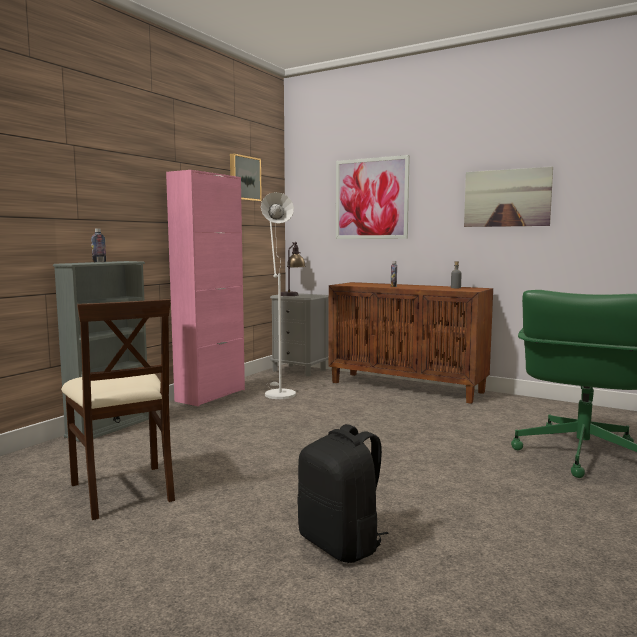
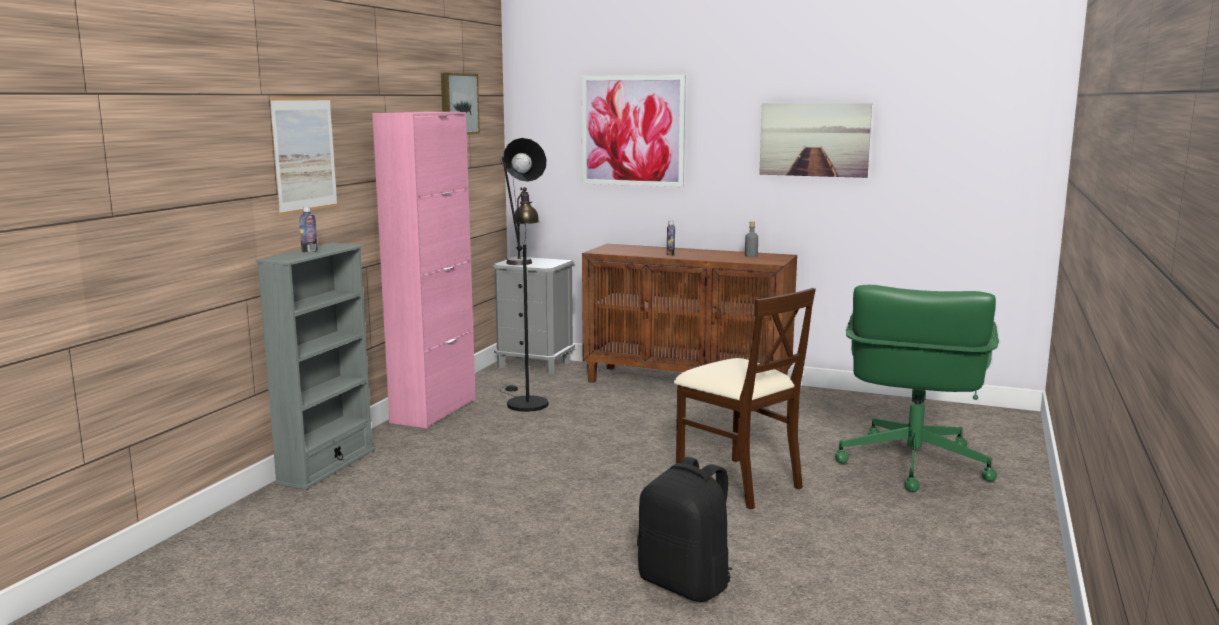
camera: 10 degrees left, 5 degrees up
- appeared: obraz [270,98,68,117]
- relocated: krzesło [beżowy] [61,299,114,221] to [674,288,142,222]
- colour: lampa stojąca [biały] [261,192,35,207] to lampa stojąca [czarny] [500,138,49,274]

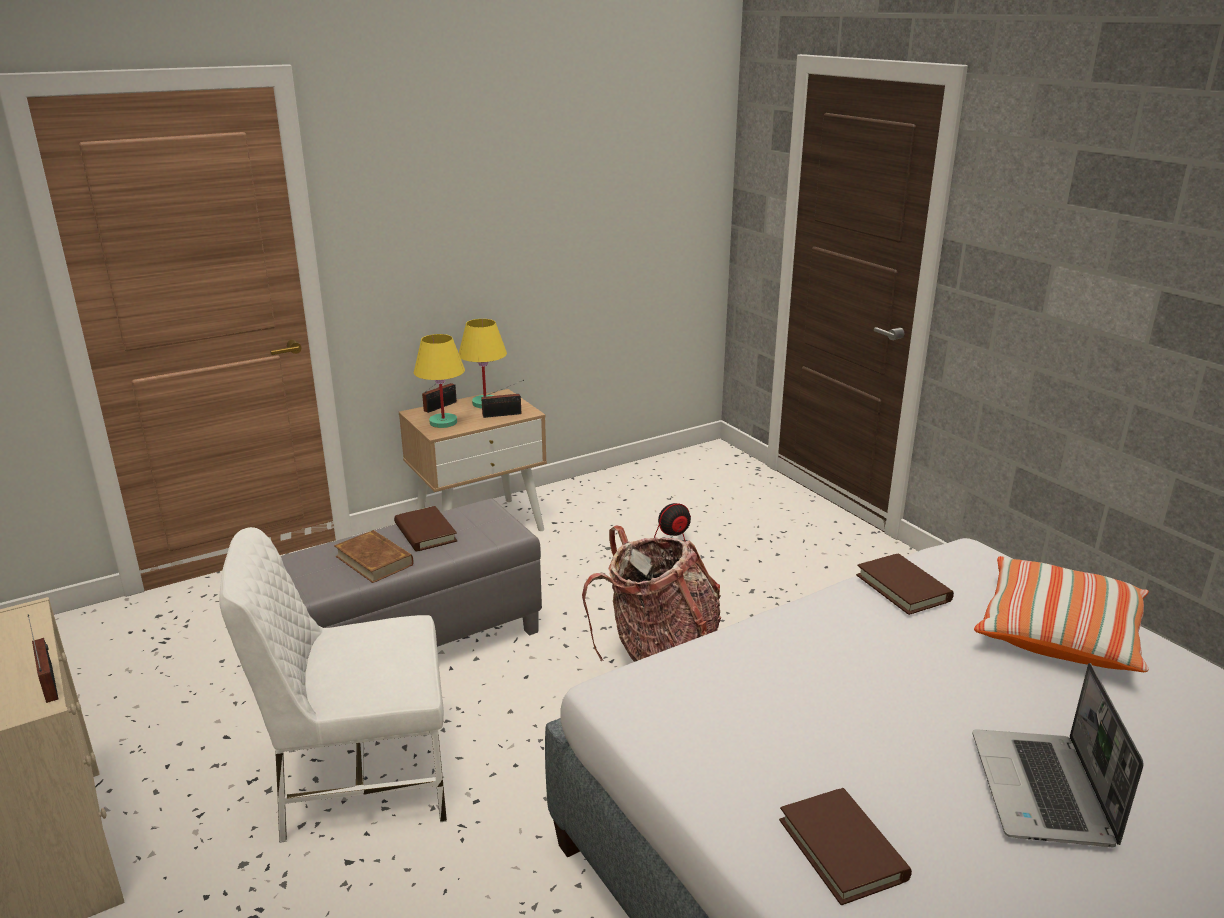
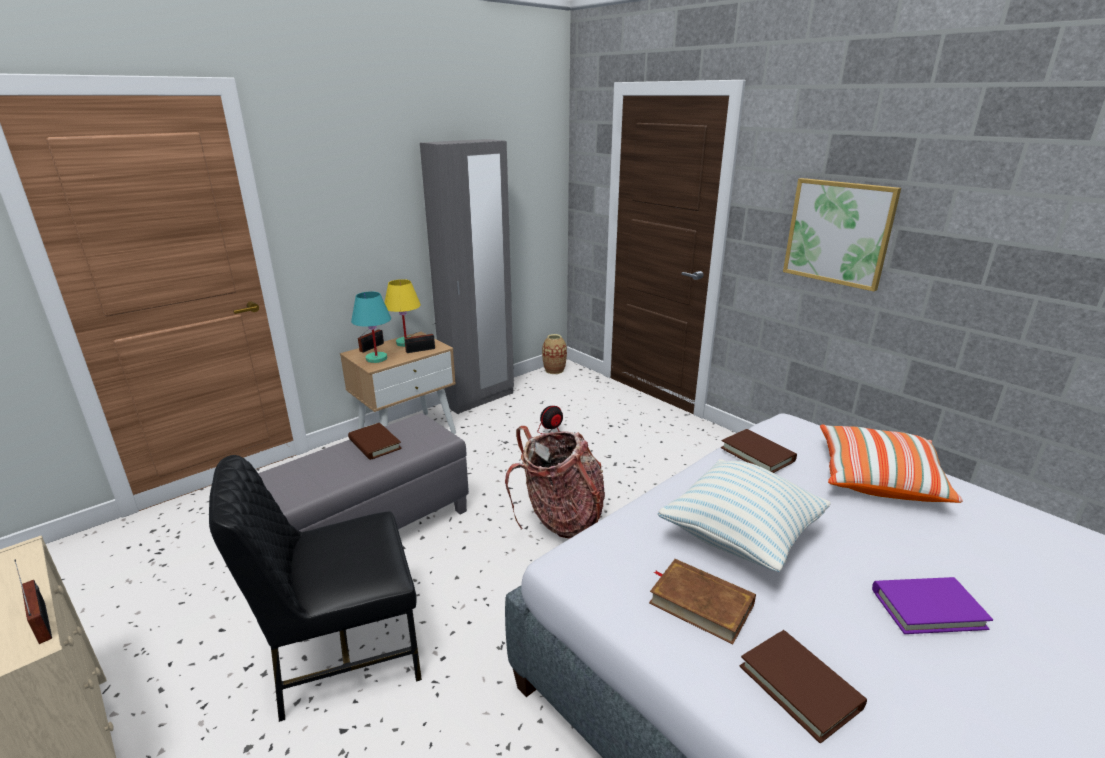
camera: 10 degrees left, 0 degrees up
- appeared: szafa [szary] [420,139,94,275]
- appeared: wazon [542,334,25,40]
- appeared: poduszka [658,459,173,113]
- appeared: obraz [783,178,118,113]
- relocated: książka [brązowy] [334,530,79,53] to [649,559,107,85]
- exchanged: laptop [972,663,171,184] to książka [fioletowy] [872,577,121,57]
- colour: krzesło [biały] [219,527,228,316] to krzesło [czarny] [209,455,213,267]
- colour: lampa stołowa [żółty] [414,334,51,94] to lampa stołowa [turkusowy] [351,292,40,71]

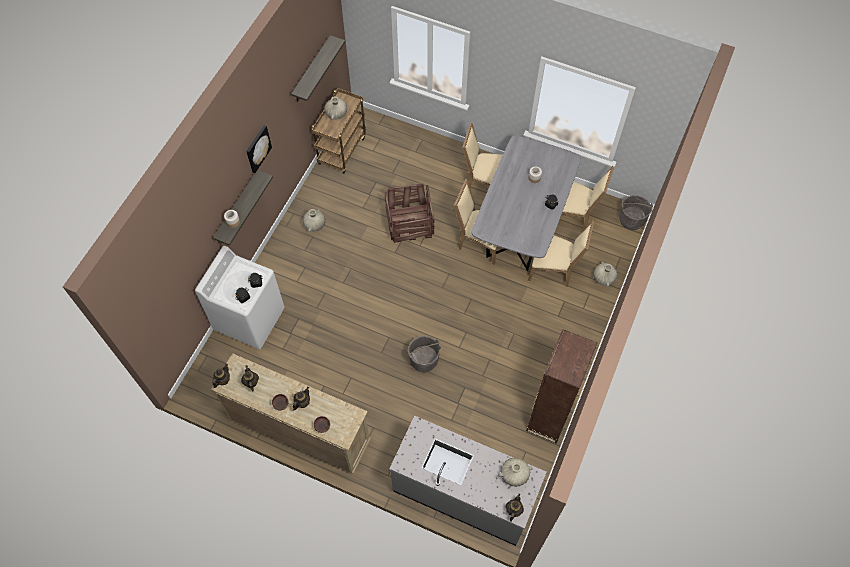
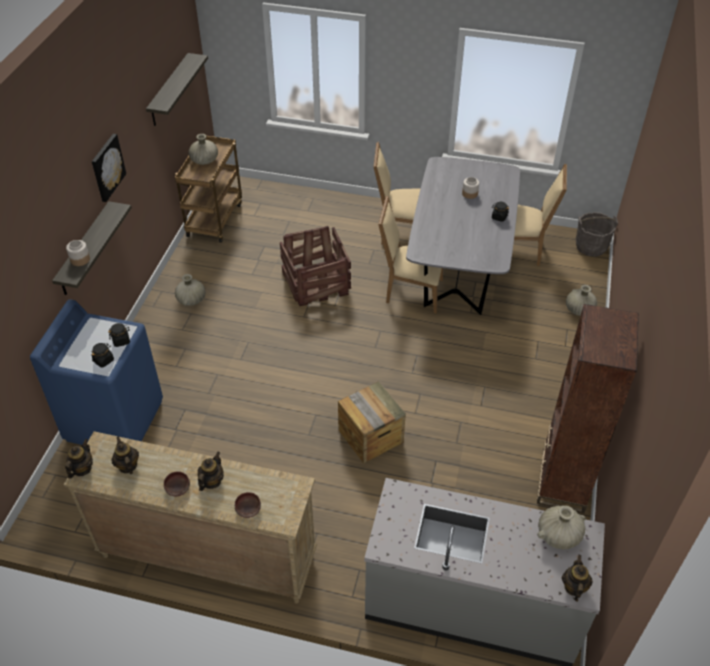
camera: 10 degrees left, 15 degrees down
- missing: krzesło [beżowy] [528,220,67,67]
- exchanged: wiadro [szary] [408,336,33,37] to skrzynka [338,381,68,82]
- colour: pralka [biały] [195,246,90,103] to pralka [niebieski] [30,299,133,146]

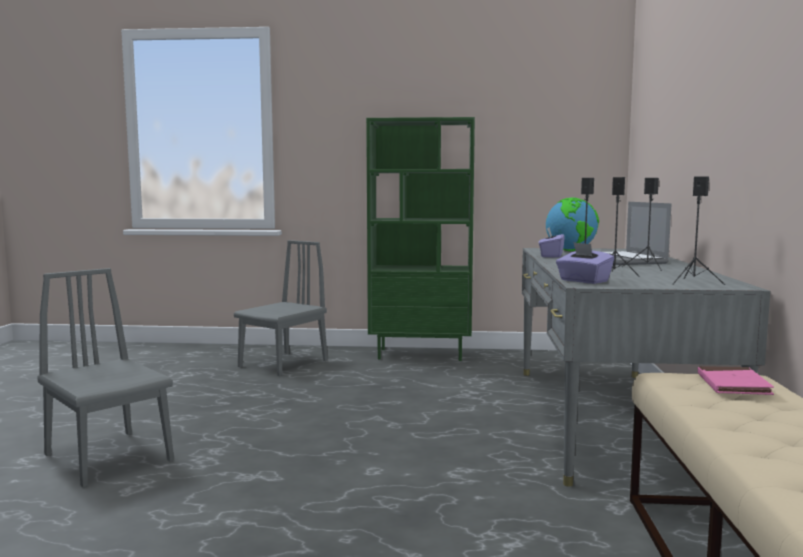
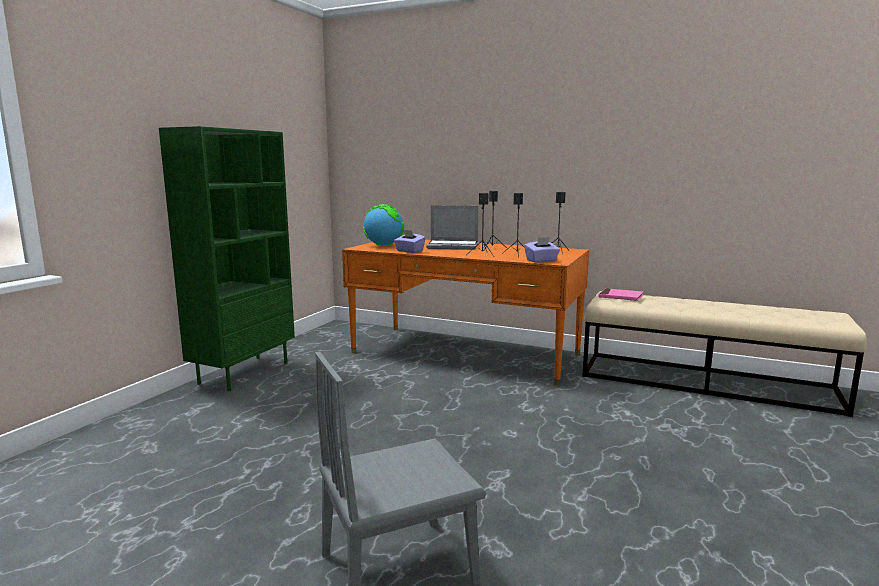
camera: 70 degrees left, 5 degrees up
- missing: krzesło [szary] [234,240,94,136]
- colour: biurko [szary] [522,248,249,238] to biurko [pomarańczowy] [342,240,247,146]

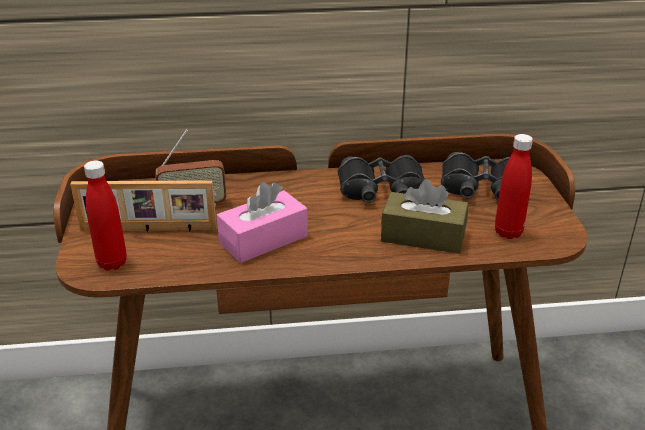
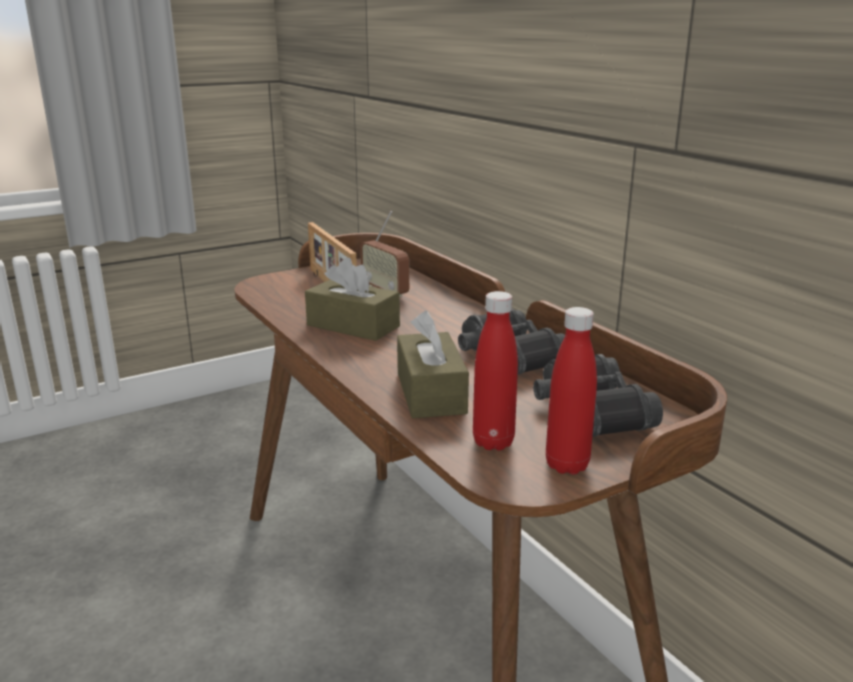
camera: 65 degrees right, 10 degrees down
- relocated: butelka [czerwony] [84,161,43,110] to [546,307,51,168]
- colour: pudełko chusteczek [różowy] [217,182,91,81] to pudełko chusteczek [brązowy] [305,257,95,84]

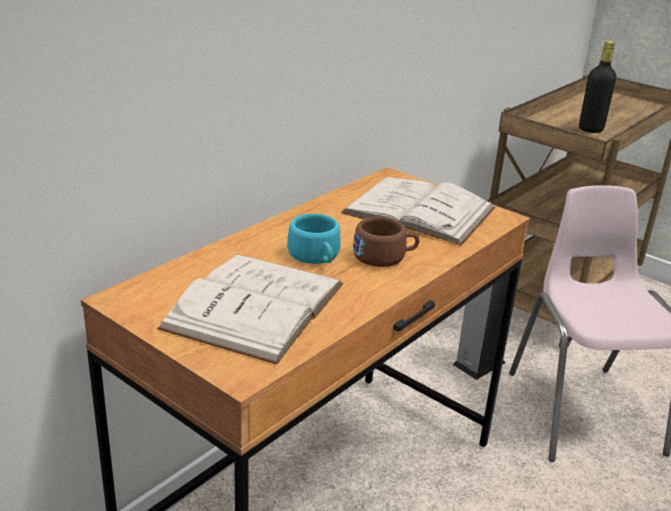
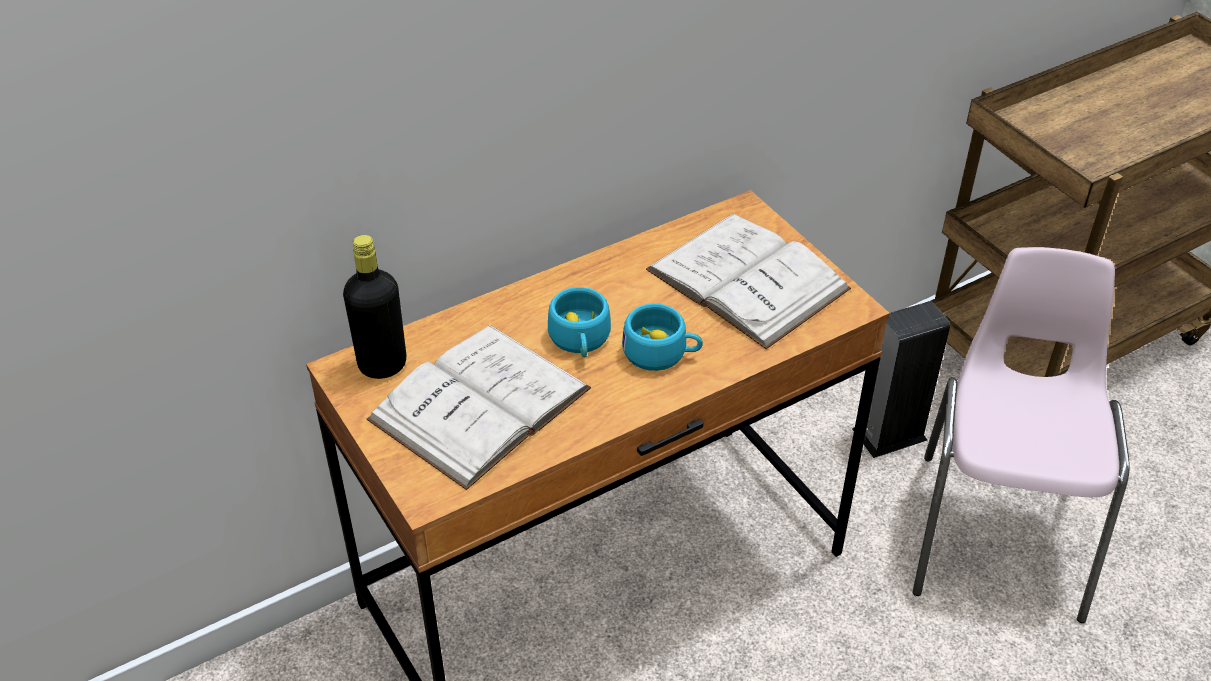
camera: 20 degrees right, 15 degrees up
- relocated: butelka [czarny] [579,41,38,92] to [343,235,63,144]
- colour: filiżanka [brązowy] [353,216,67,51] to filiżanka [turkusowy] [622,303,81,68]

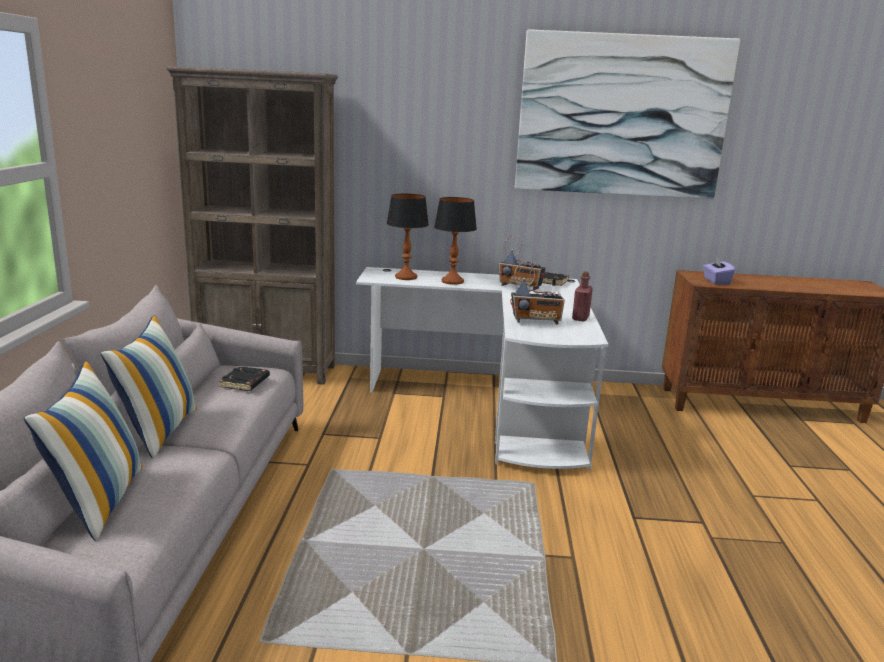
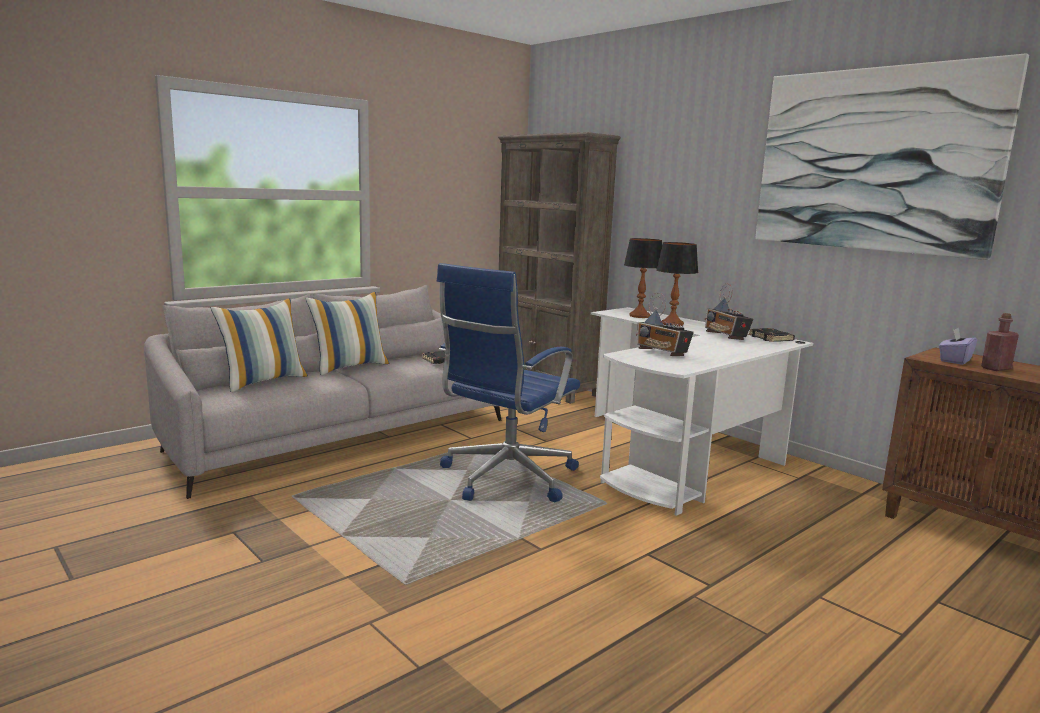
camera: 45 degrees right, 5 degrees down
- appeared: krzesło biurowe [niebieski] [437,263,143,239]
- relocated: butelka [czerwony] [572,272,21,50] to [981,313,38,58]

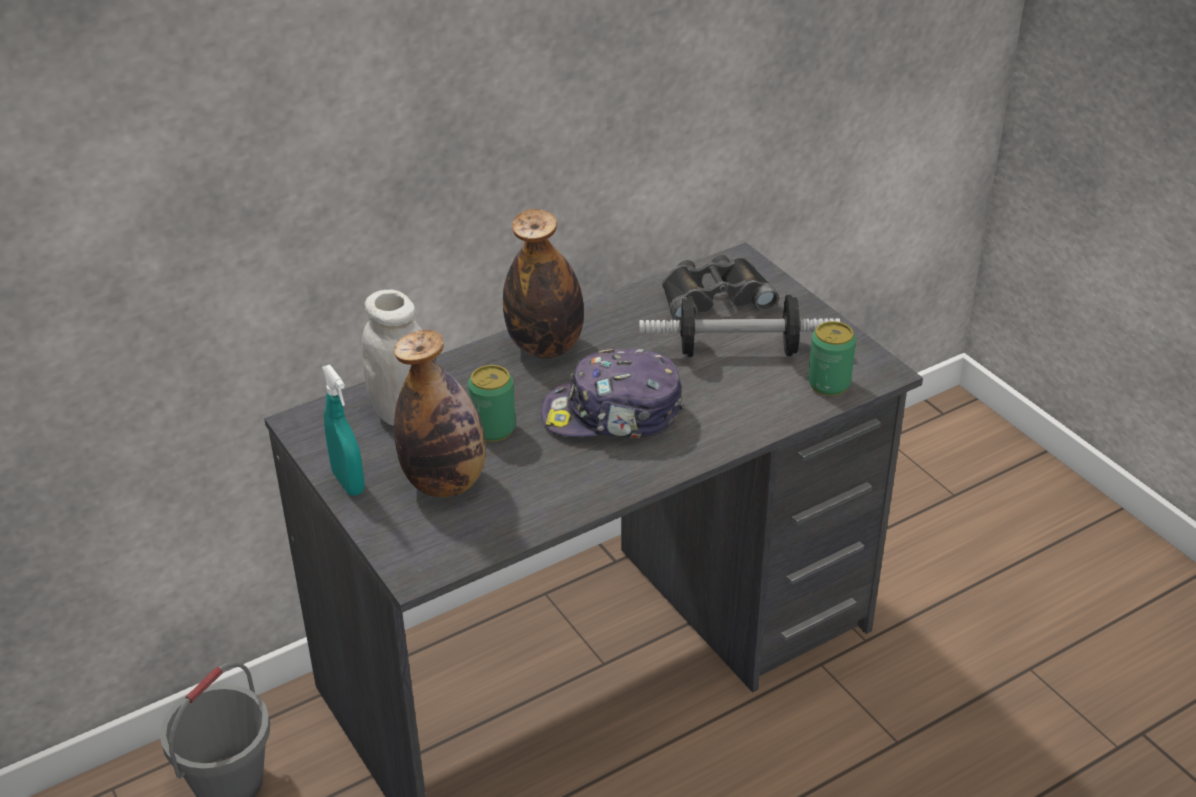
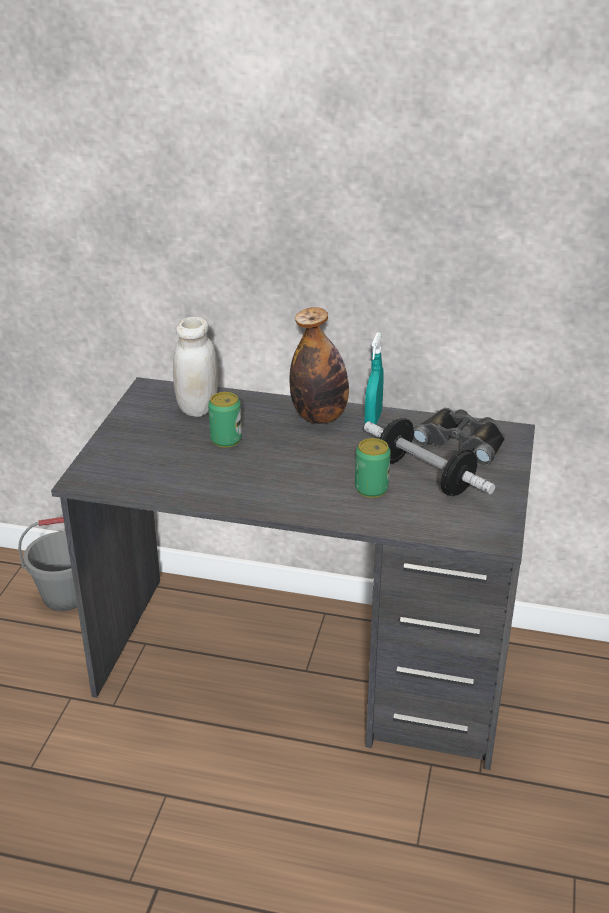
camera: 45 degrees right, 5 degrees down
- missing: butelka [394,330,92,167]
- missing: czapka z daszkiem [541,349,143,89]
- relocated: spryskiwacz [turkusowy] [322,365,43,131] to [365,332,19,93]
- relocated: puszka [808,321,48,75] to [355,438,36,60]

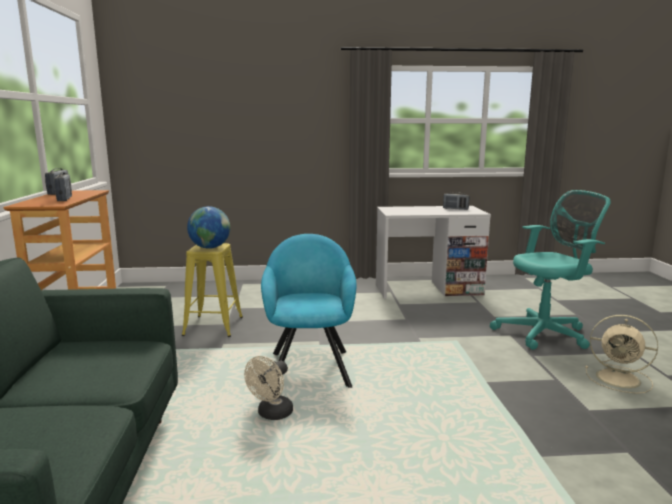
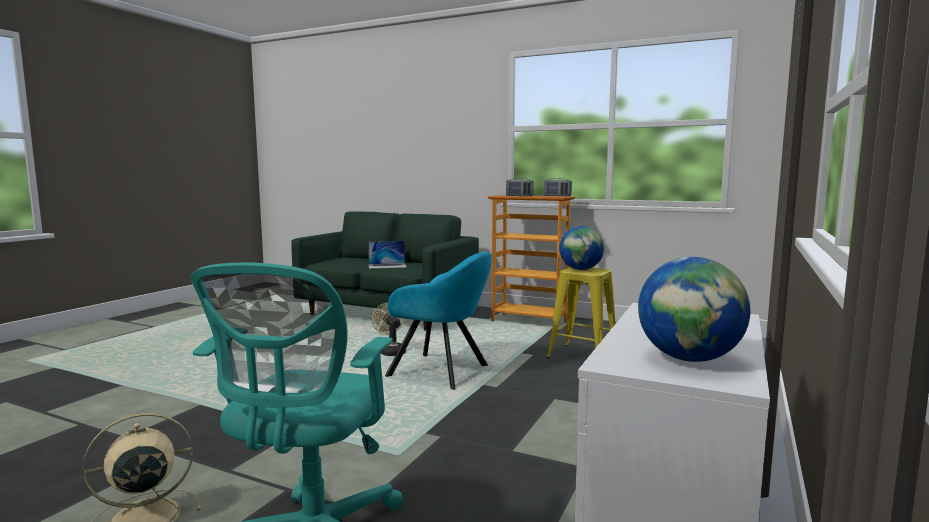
camera: 120 degrees right, 5 degrees down
- appeared: laptop [368,241,39,28]
- exchanged: radio [443,192,27,18] to globus [638,257,112,105]

